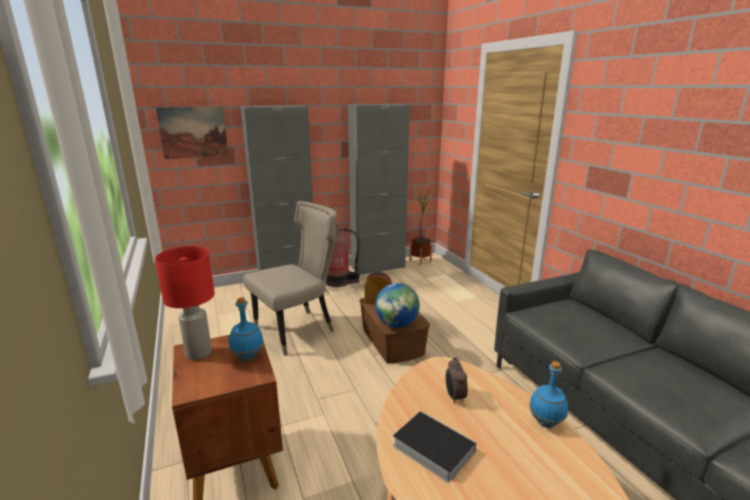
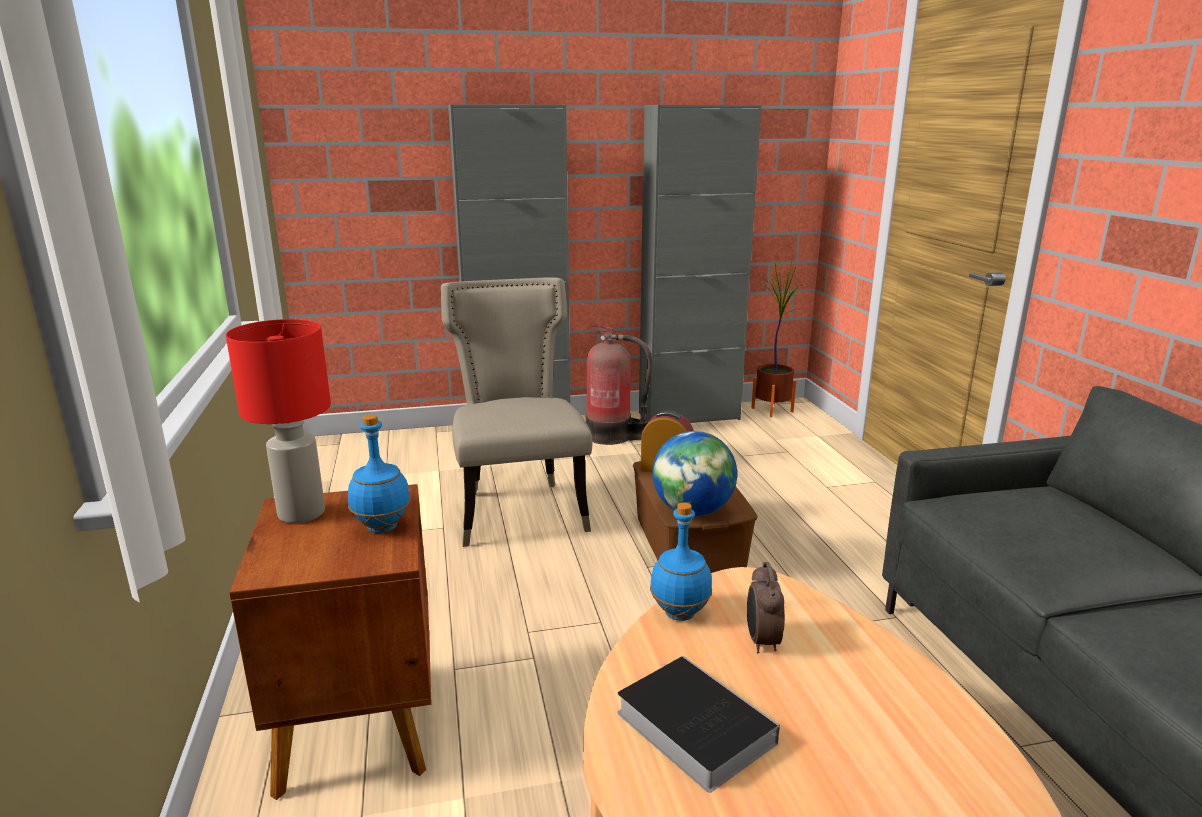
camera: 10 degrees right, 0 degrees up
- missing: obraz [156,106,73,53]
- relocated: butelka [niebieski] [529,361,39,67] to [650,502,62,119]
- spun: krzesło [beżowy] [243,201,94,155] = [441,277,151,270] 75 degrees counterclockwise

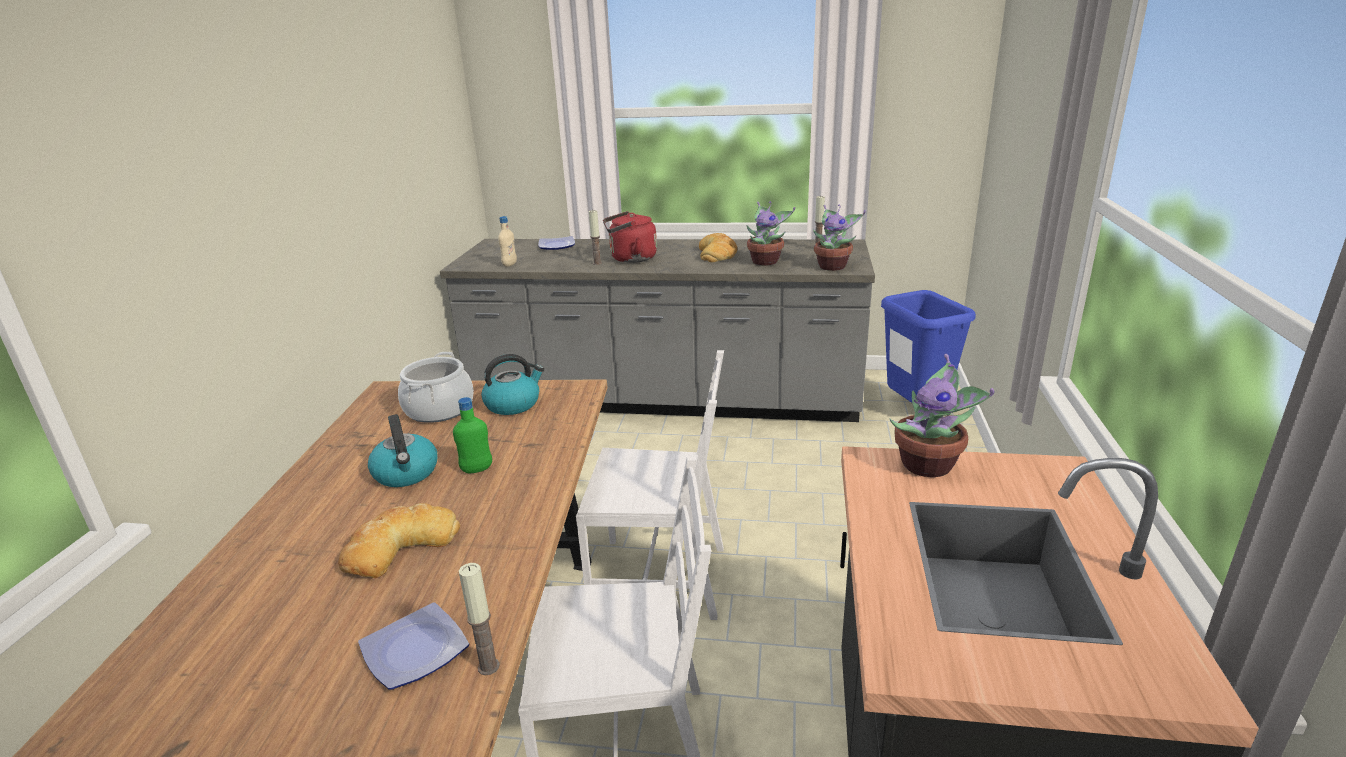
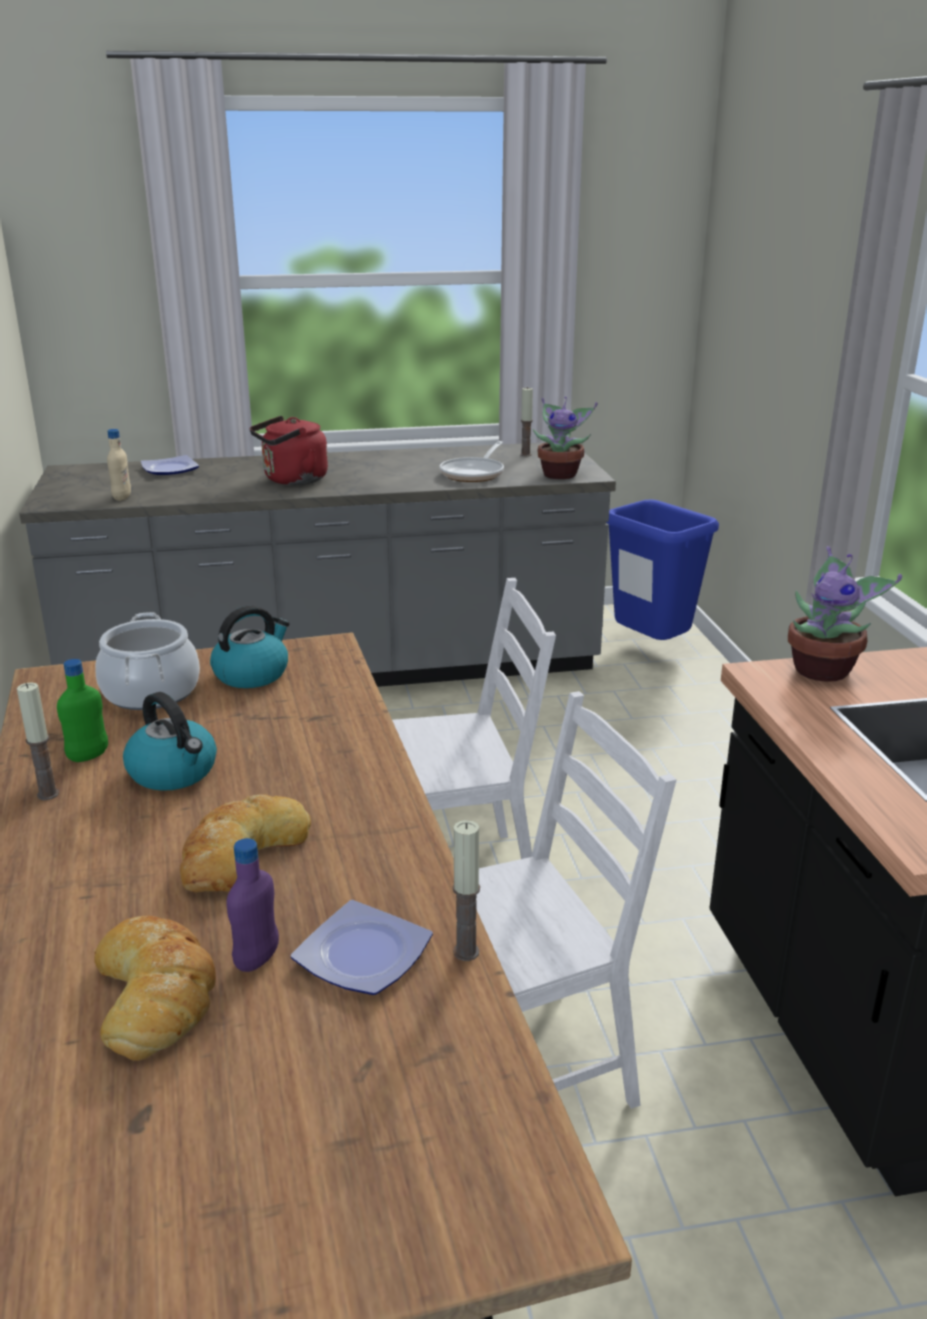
camera: 20 degrees left, 0 degrees up
- appeared: butelka [fioletowy] [226,838,53,134]
- relocated: butelka [zielony] [453,397,39,76] to [57,659,51,103]
- relocated: świeca [589,209,13,56] to [17,682,42,118]
- relocated: chleb [699,233,38,29] to [94,916,122,145]
- exchanged: roślina doniczkowa [747,202,48,64] to patelnia [439,441,65,41]

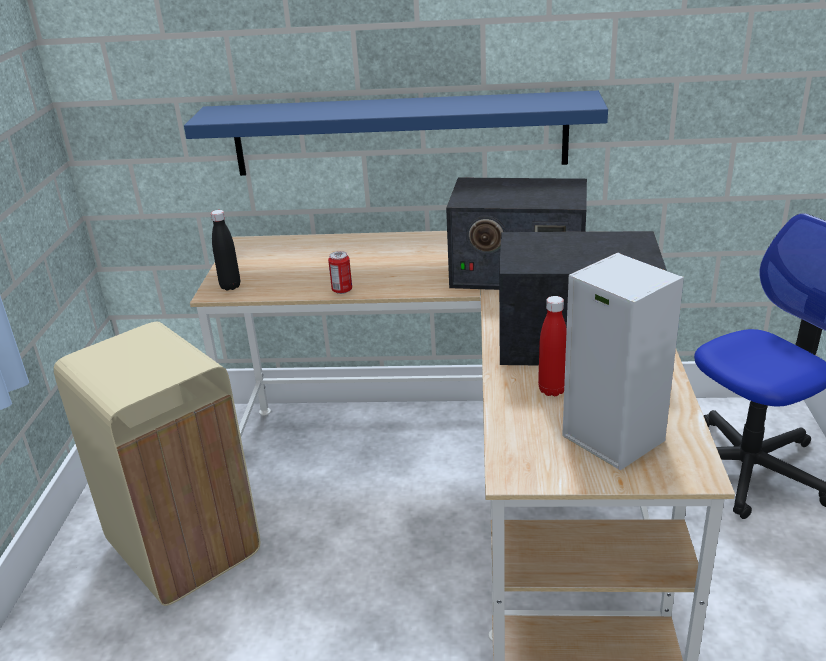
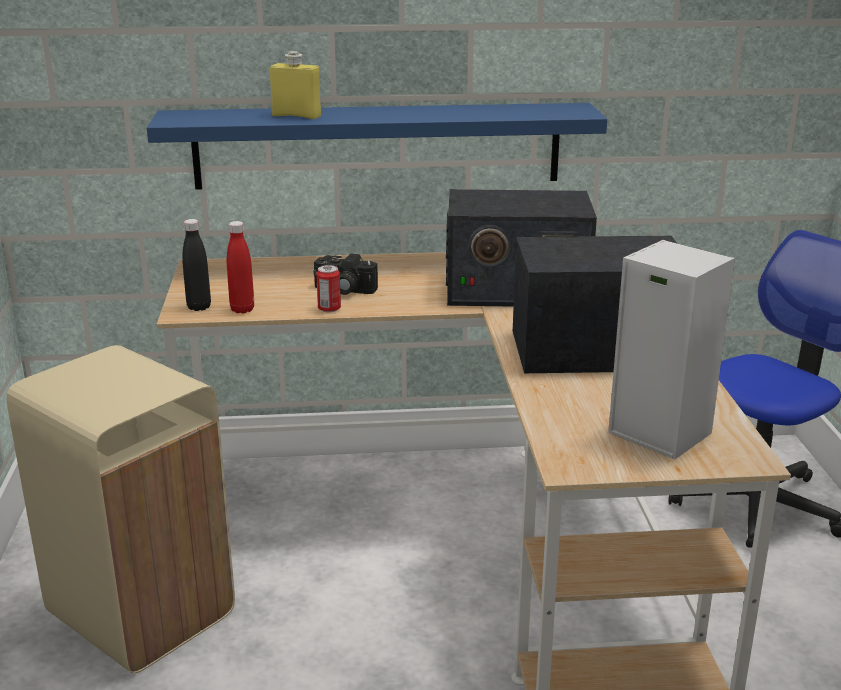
camera: 10 degrees left, 5 degrees down
- appeared: butelka [żółty] [269,51,52,68]
- appeared: aparat fotograficzny [313,253,65,42]
- relocated: butelka [czerwony] [538,296,29,100] to [227,221,27,93]

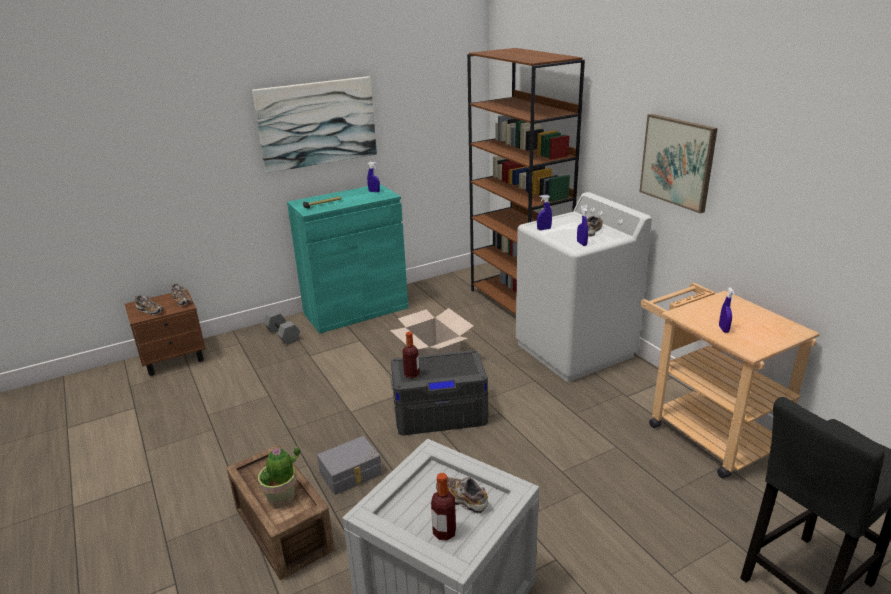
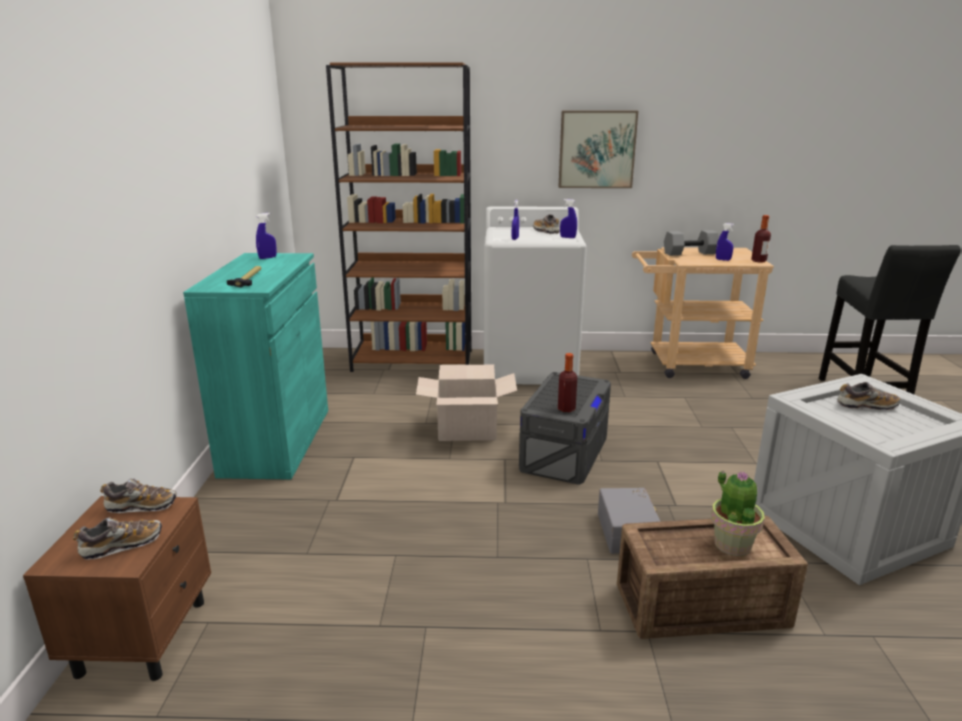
camera: 60 degrees left, 5 degrees down
- missing: obraz [252,76,125,97]
- relocated: hantel [szary] [263,310,37,35] to [664,230,55,26]
- relocated: butelka [431,473,25,68] to [751,215,20,48]
- spun: but [436,477,52,37] = [837,382,63,28] 150 degrees counterclockwise

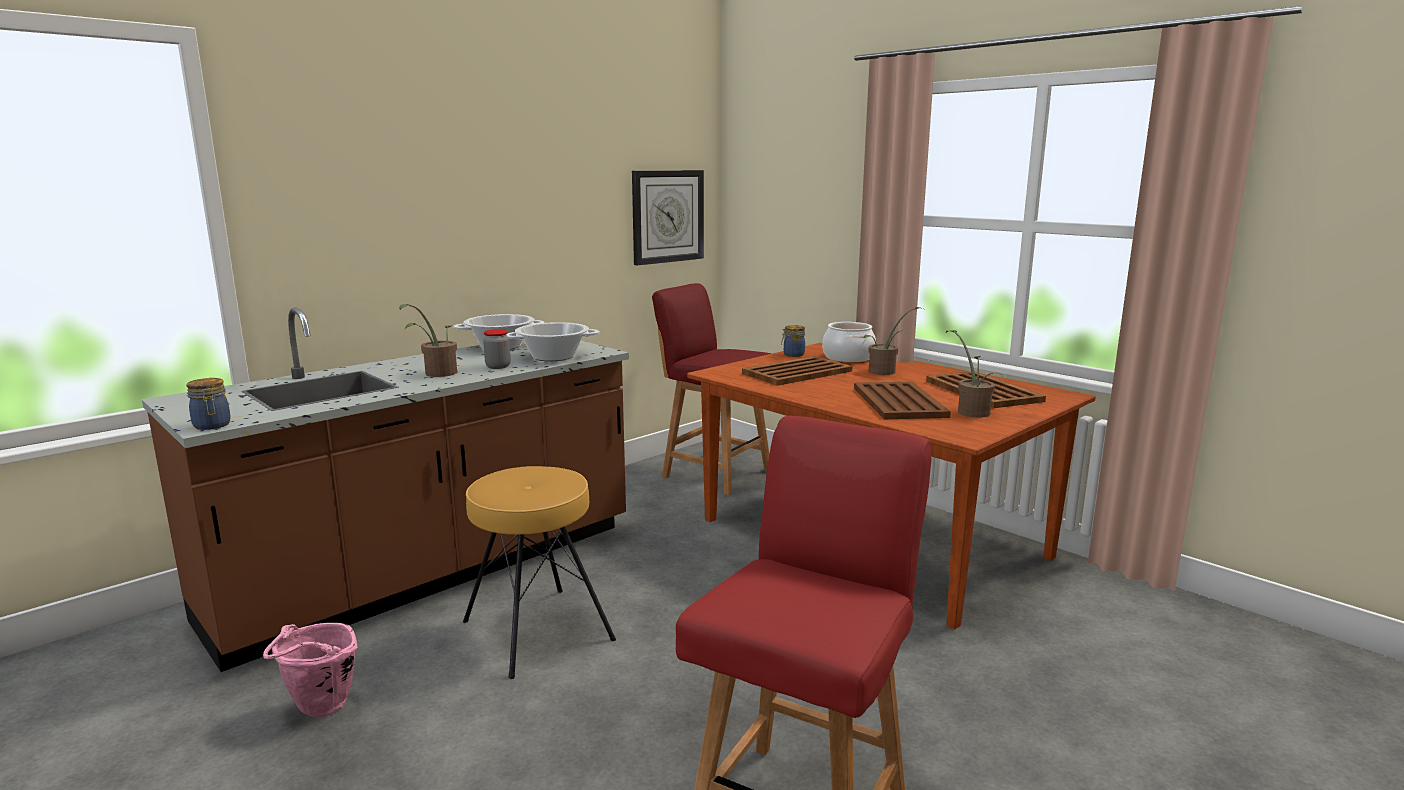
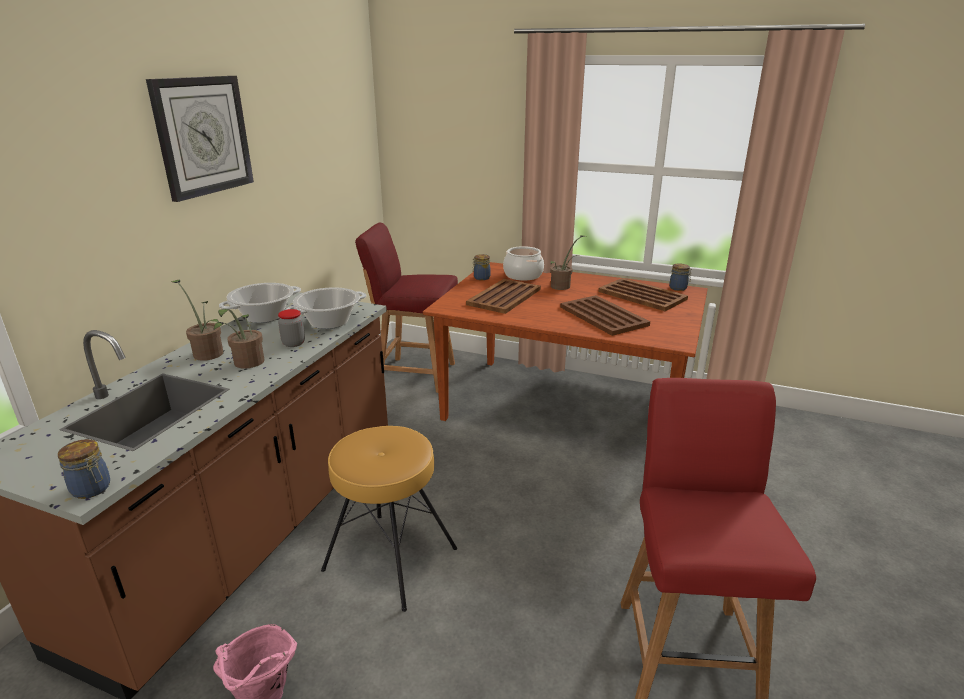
camera: 25 degrees left, 10 degrees up
- appeared: słoik [669,263,23,28]
- relocated: zegar ścienny [632,170,72,96] to [146,76,108,126]
- relocated: roślina doniczkowa [946,330,56,87] to [171,280,53,81]

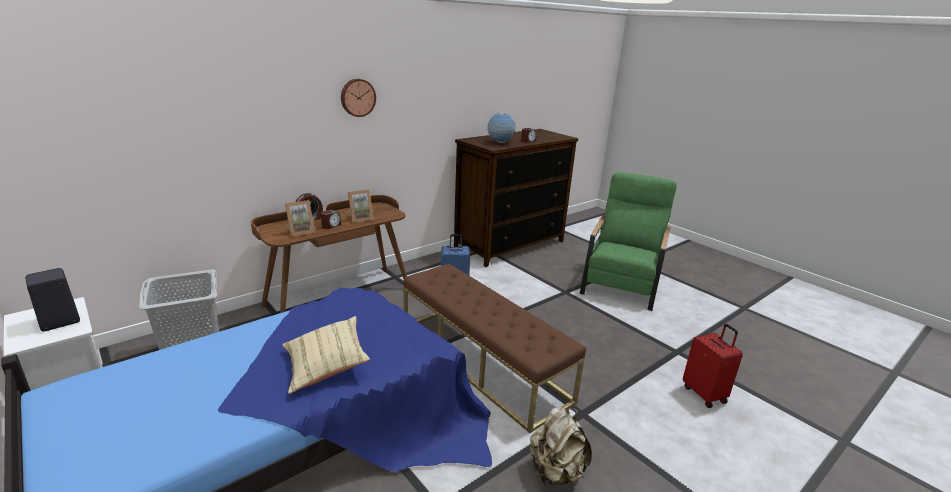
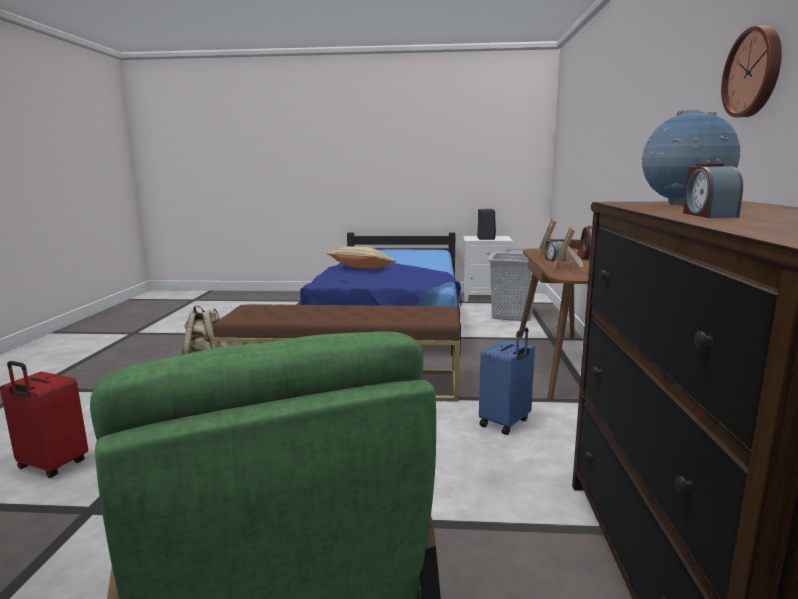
camera: 135 degrees right, 10 degrees down
- relocated: zegar ścienny [341,79,35,38] to [721,26,61,91]

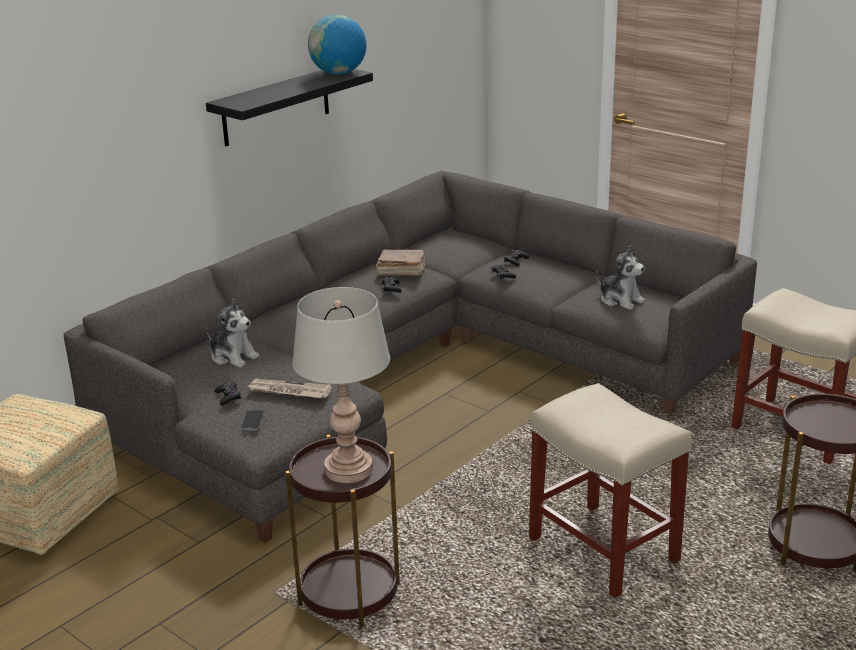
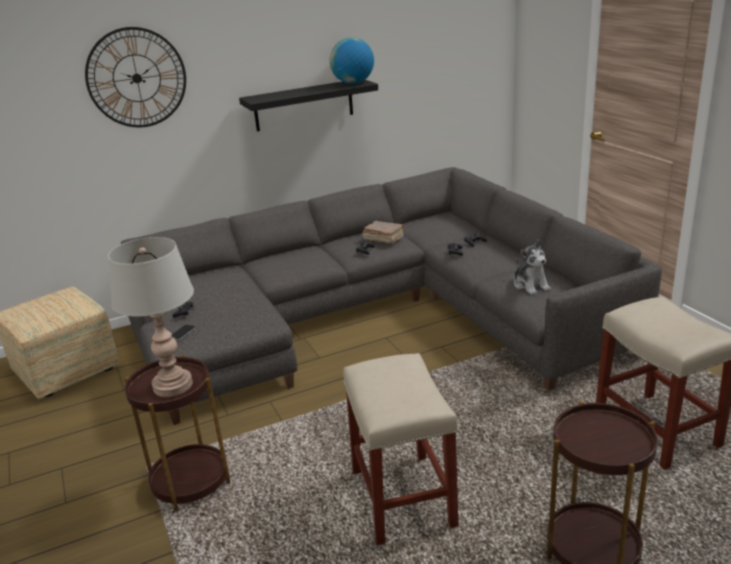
camera: 25 degrees right, 0 degrees up
- missing: pluszak [206,298,53,70]
- missing: gazeta [246,379,86,19]
- appeared: zegar ścienny [85,27,101,100]

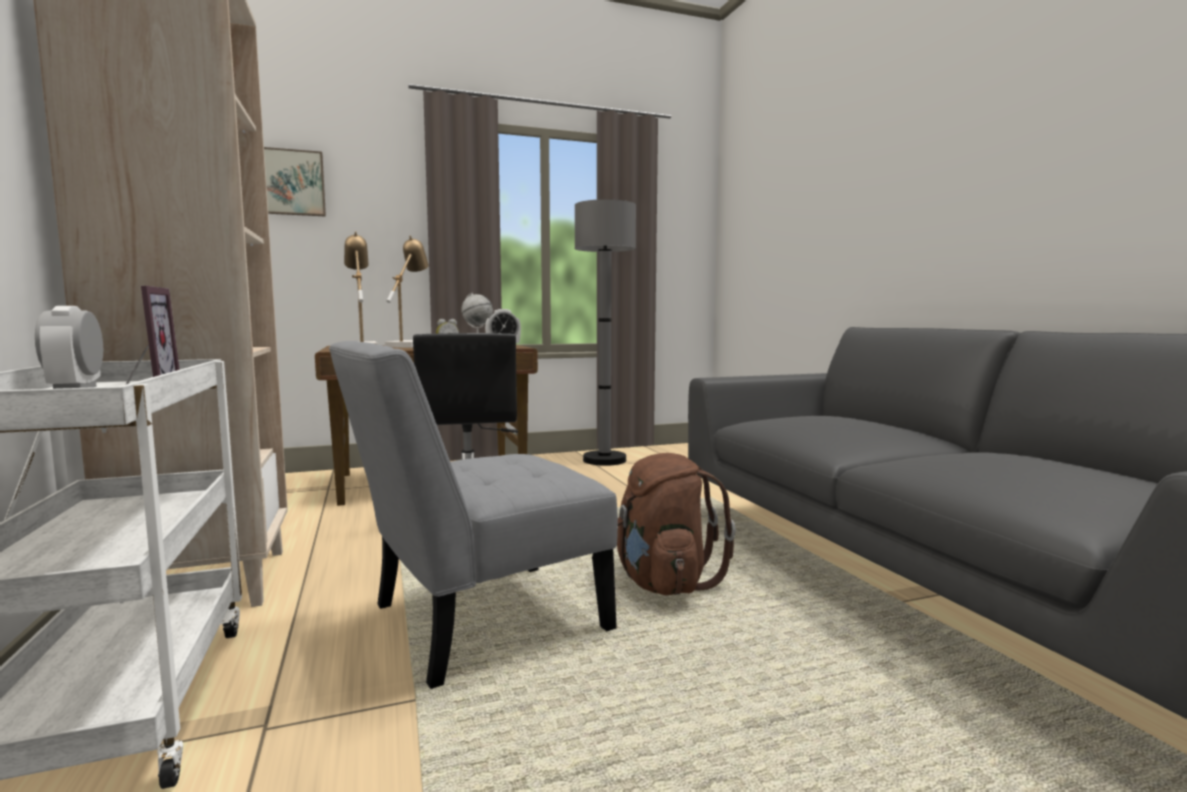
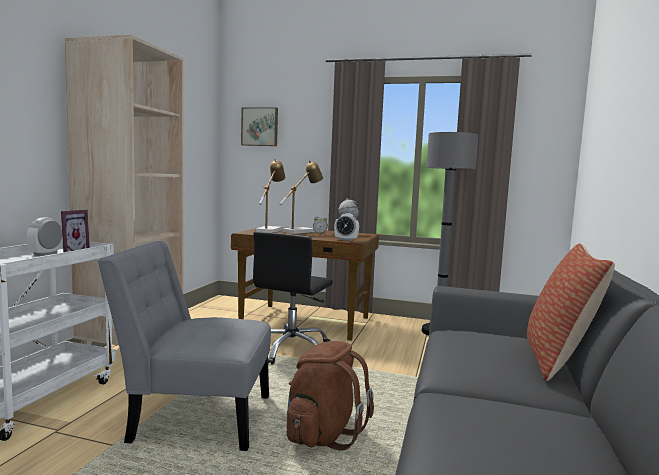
camera: 35 degrees right, 0 degrees up
- appeared: poduszka [527,243,88,138]

